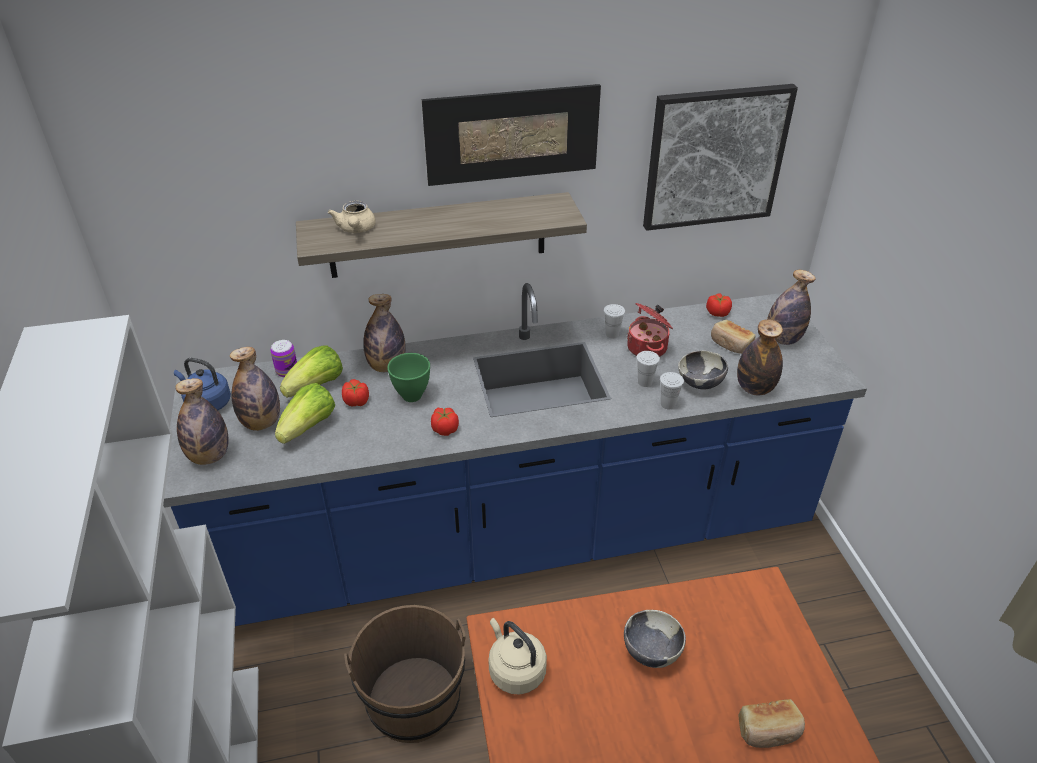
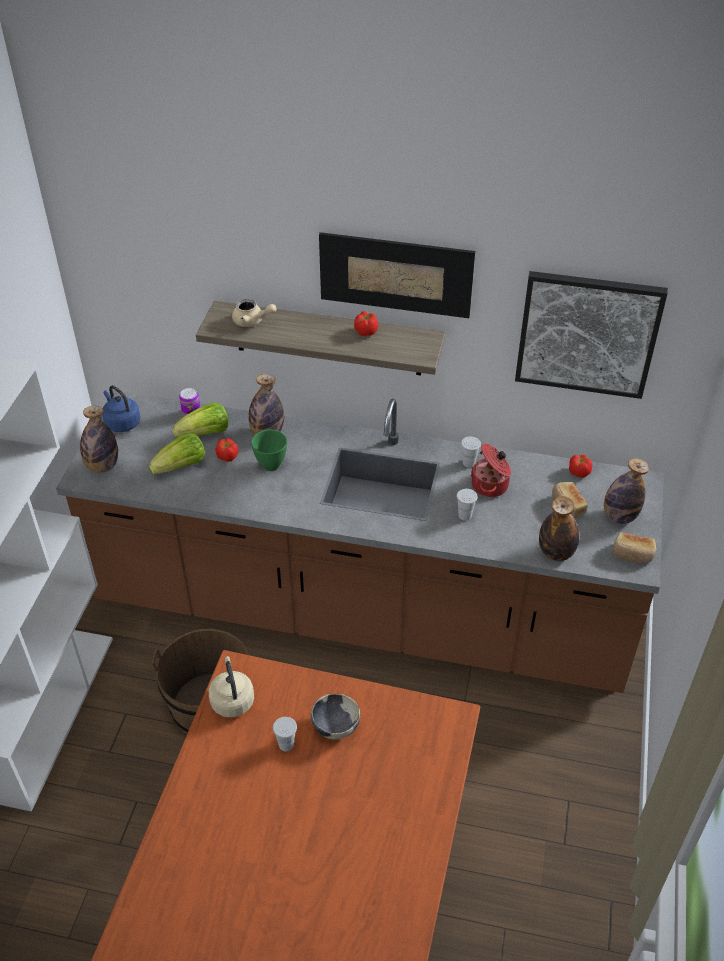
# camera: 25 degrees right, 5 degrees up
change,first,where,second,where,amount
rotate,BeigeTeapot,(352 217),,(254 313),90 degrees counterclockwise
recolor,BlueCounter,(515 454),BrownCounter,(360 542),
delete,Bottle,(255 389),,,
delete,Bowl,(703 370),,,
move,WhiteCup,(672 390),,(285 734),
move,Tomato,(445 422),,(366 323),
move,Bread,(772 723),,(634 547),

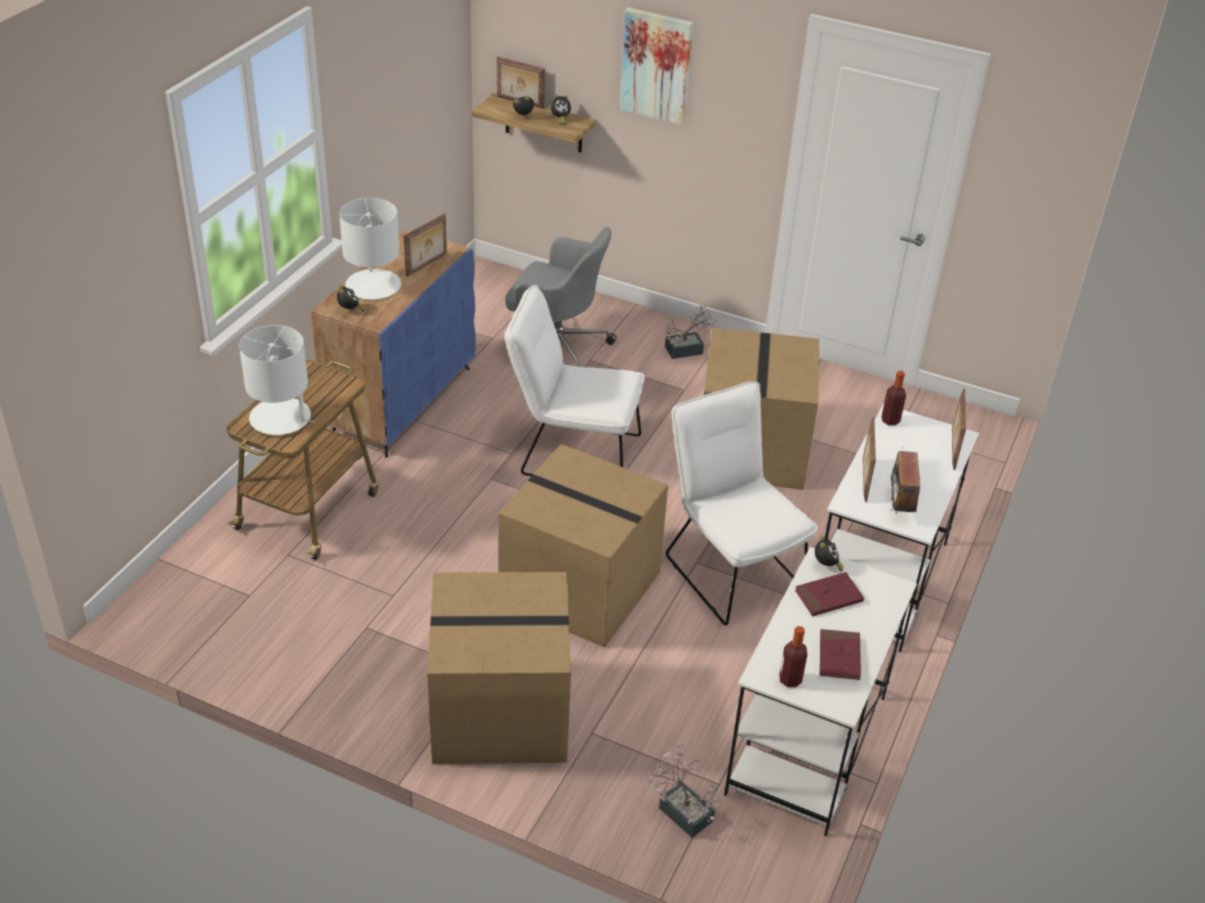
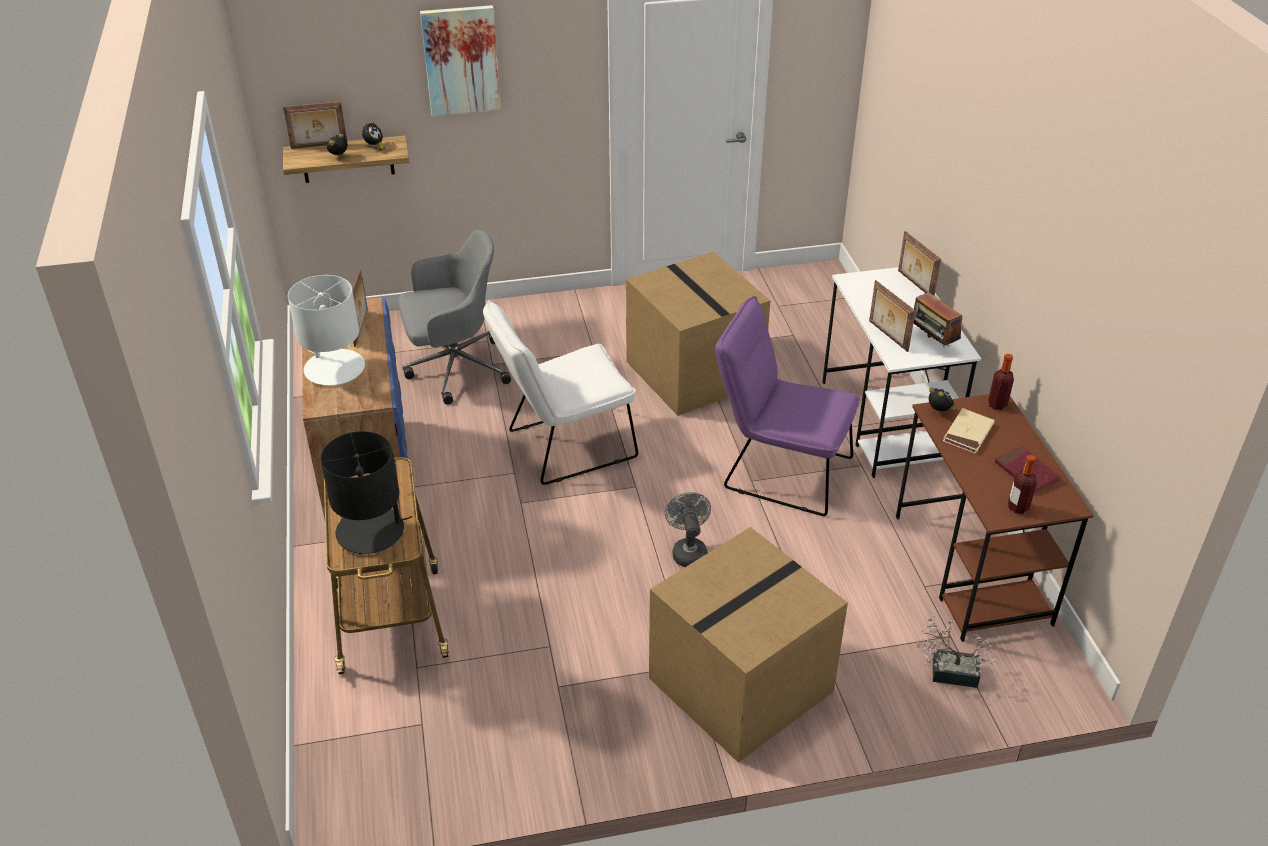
# camera: 35 degrees left, 0 degrees up
change,first,where,second,where,amount
delete,AlarmClock,(350 298),,,
delete,PottedPlant,(688 332),,,
recolor,WhiteTableLamp,(277 380),BlackTableLamp,(366 493),
move,Bottle,(893 398),,(1001 382),
recolor,WhiteChair,(742 503),PurpleChair,(787 406),
replace,CardboardBox,(583 546),GreyFan,(688 529),
recolor,WhiteDesk,(820 691),BrownDesk,(995 518),
recolor,RedBook,(829 594),BeigeBook,(969 431),

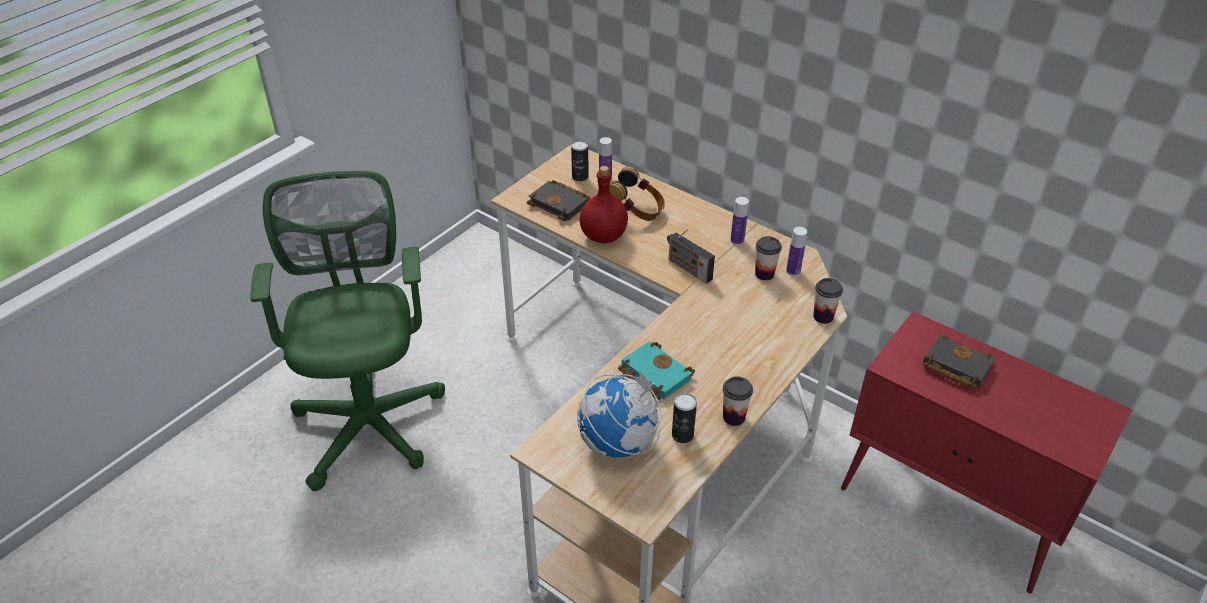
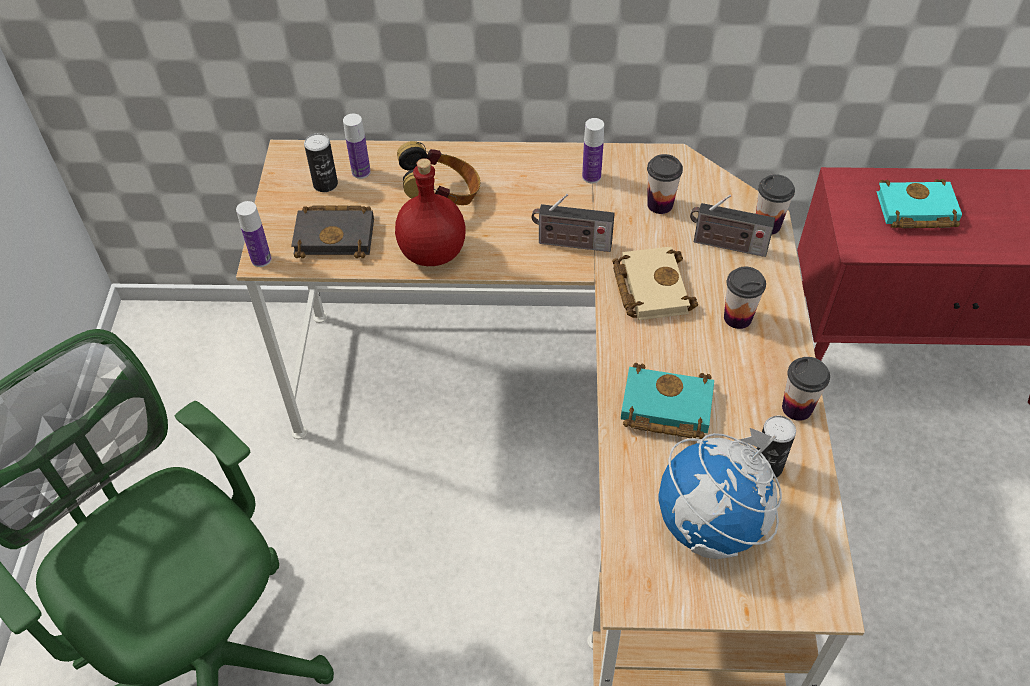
# camera: 35 degrees left, 10 degrees up
change,first,where,second,where,amount
move,Bottle,(796 251),,(254 234),
recolor,BlackBook,(959 362),TurquoiseBook,(919 203),
insert,,,Radio,(732 226),
insert,,,BeigeBook,(655 283),
insert,,,Cup,(745 298),

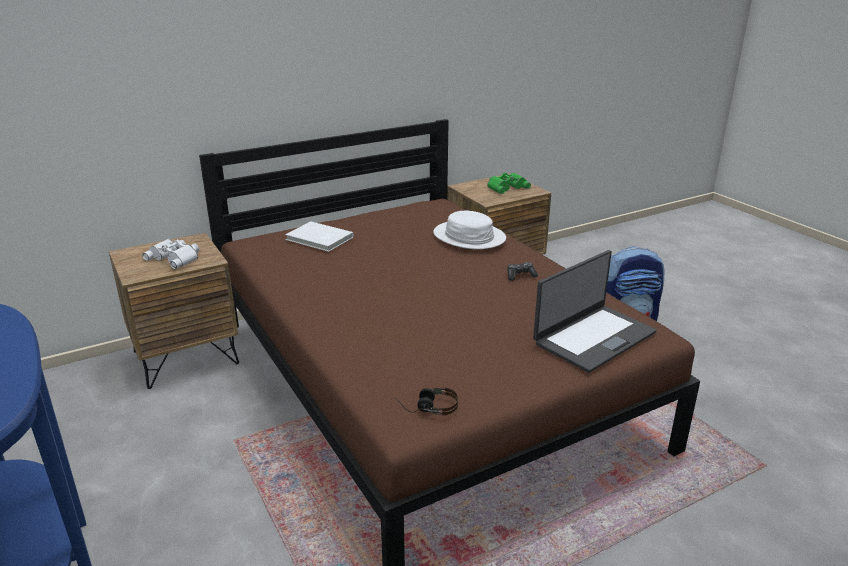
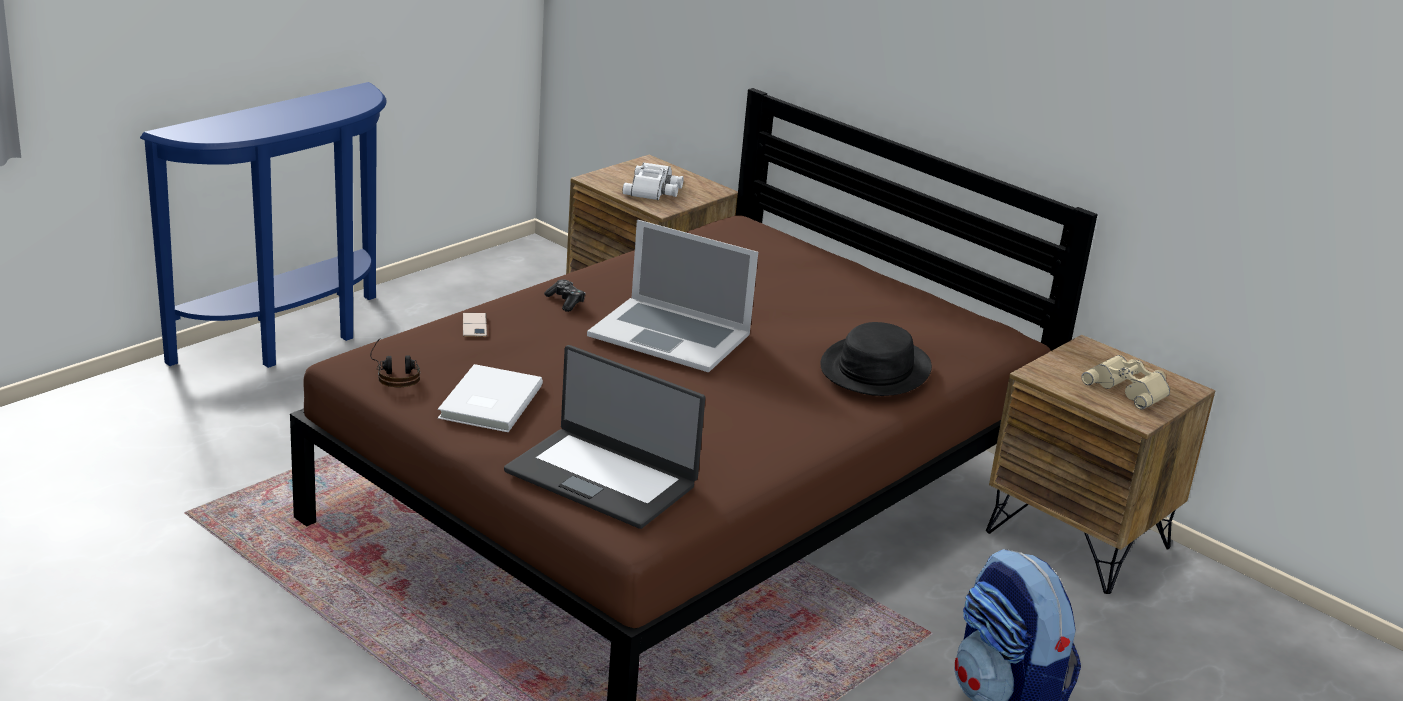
# camera: 70 degrees right, 0 degrees up
change,first,where,second,where,amount
recolor,GreenBinoculars,(509 183),BeigeBinoculars,(1125 382),
recolor,WhiteHat,(469 230),BlackHat,(876 359),
move,WhiteBook,(319 237),,(490 398),
move,GameController,(522 271),,(565 296),
insert,,,Laptop,(672 296),
insert,,,Phone,(475 325),

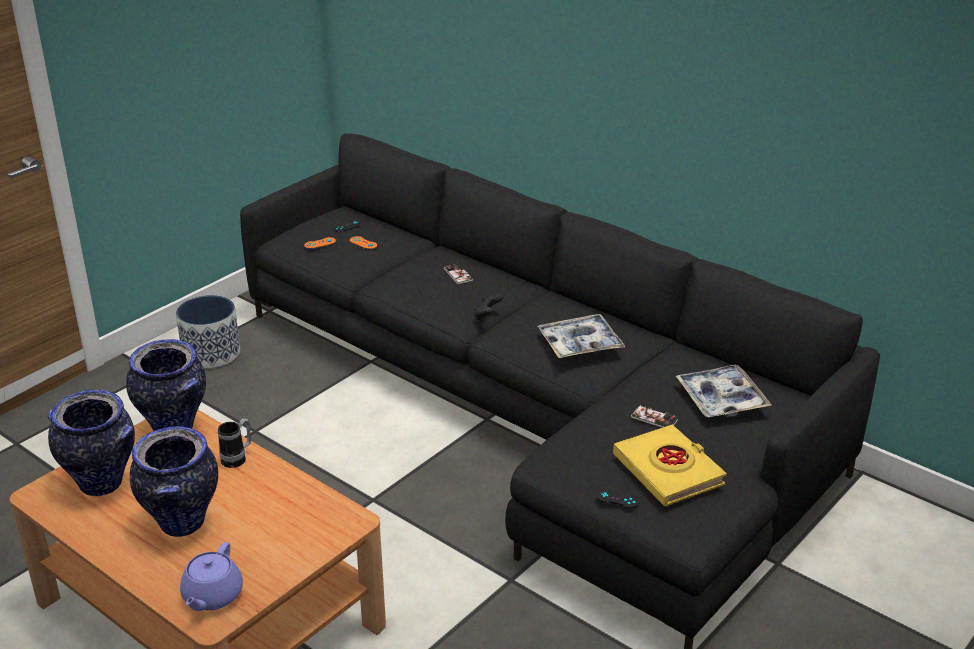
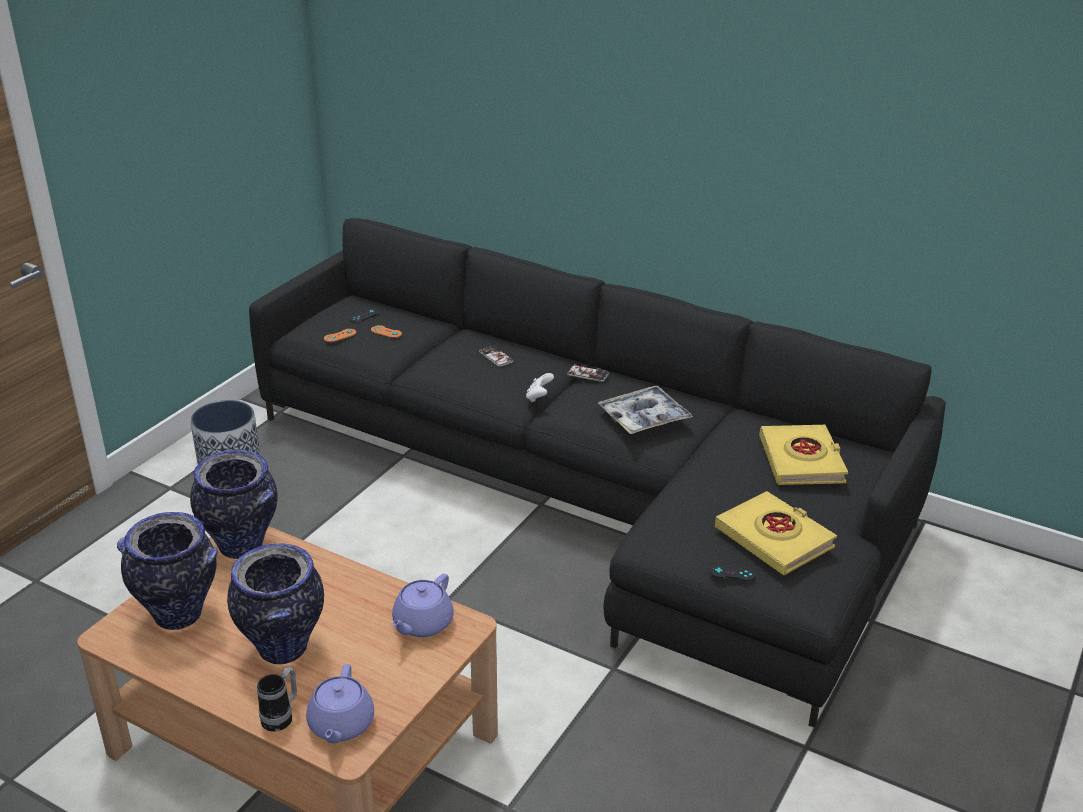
# camera: 10 degrees left, 0 degrees up
change,first,where,second,where,amount
recolor,BlackGameController,(488 307),WhiteGameController,(540 387),
replace,Tray,(723 391),YellowBook,(803 455),
move,Phone,(654 416),,(588 373),
move,Mug,(234 443),,(277 699),
insert,,,PurpleTeapot,(422 605),

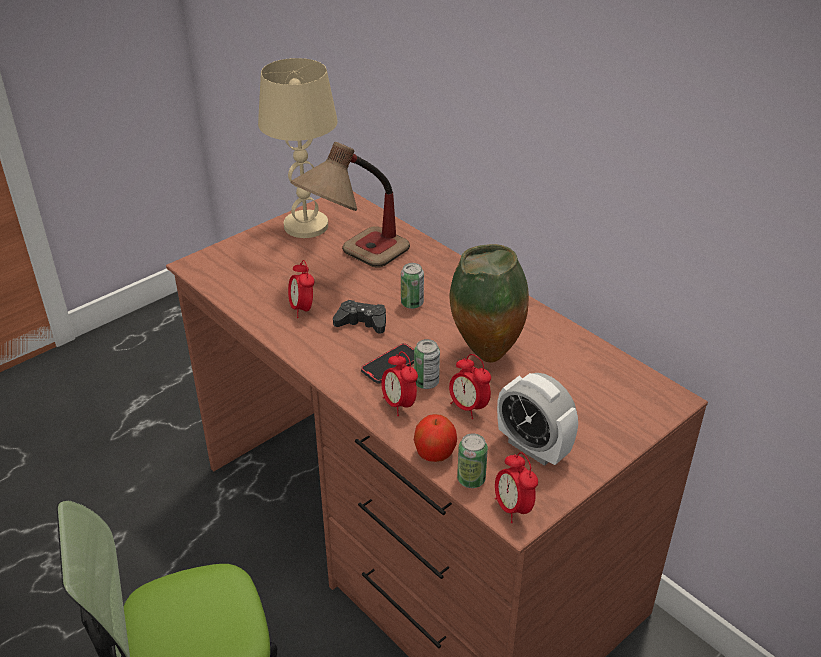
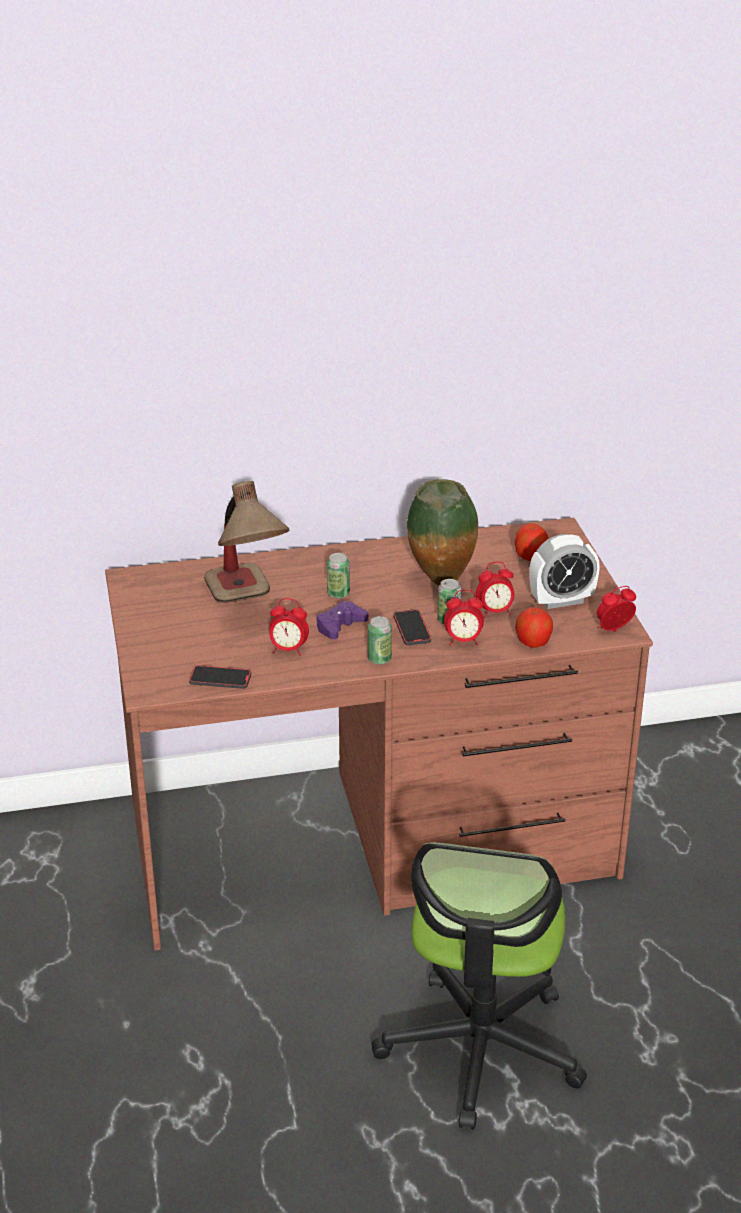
# camera: 60 degrees left, 5 degrees down
change,first,where,second,where,amount
delete,BeigeTableLamp,(297 148),,,
recolor,BlackGameController,(359 317),PurpleGameController,(342 620),
move,Can,(472 460),,(380 640),
rotate,AlarmClock,(516 487),,(616 609),150 degrees clockwise
insert,,,Apple,(531 542),
insert,,,Phone,(220 677),

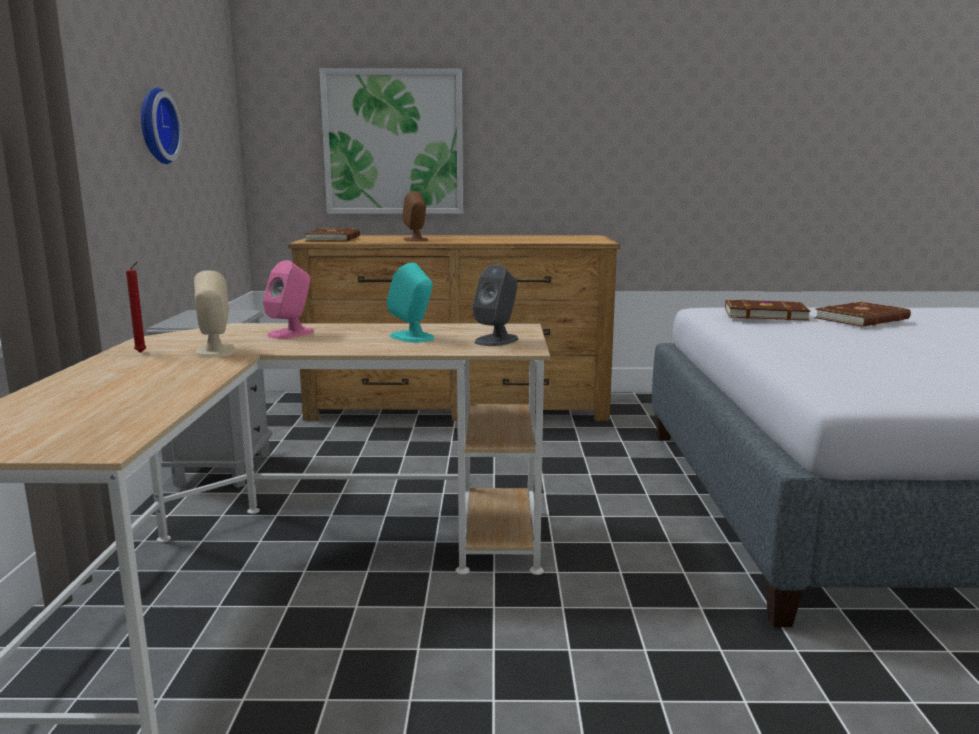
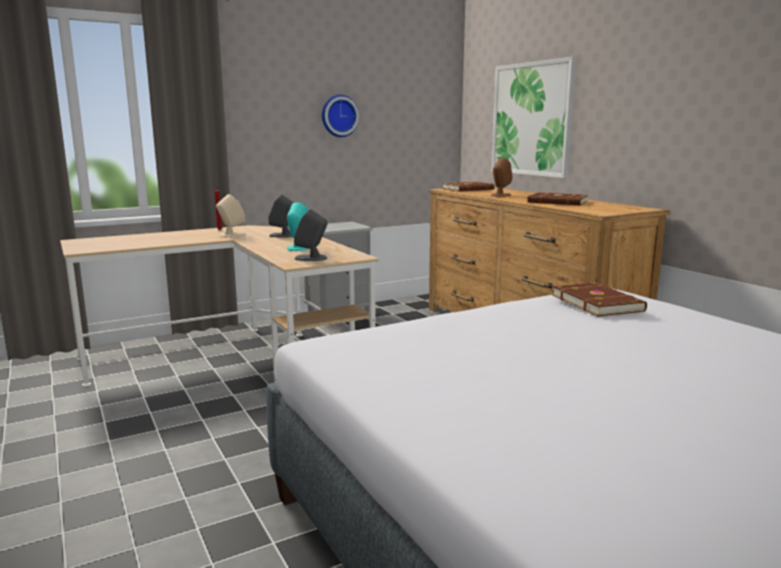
# camera: 60 degrees right, 0 degrees up
change,first,where,second,where,amount
recolor,PinkSpeaker,(288 299),GreySpeaker,(281 215),
move,BrownBook,(863 314),,(557 198),

